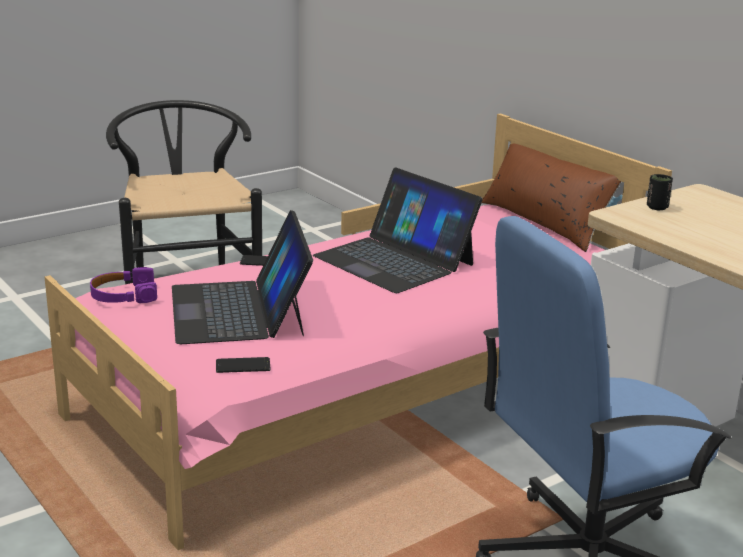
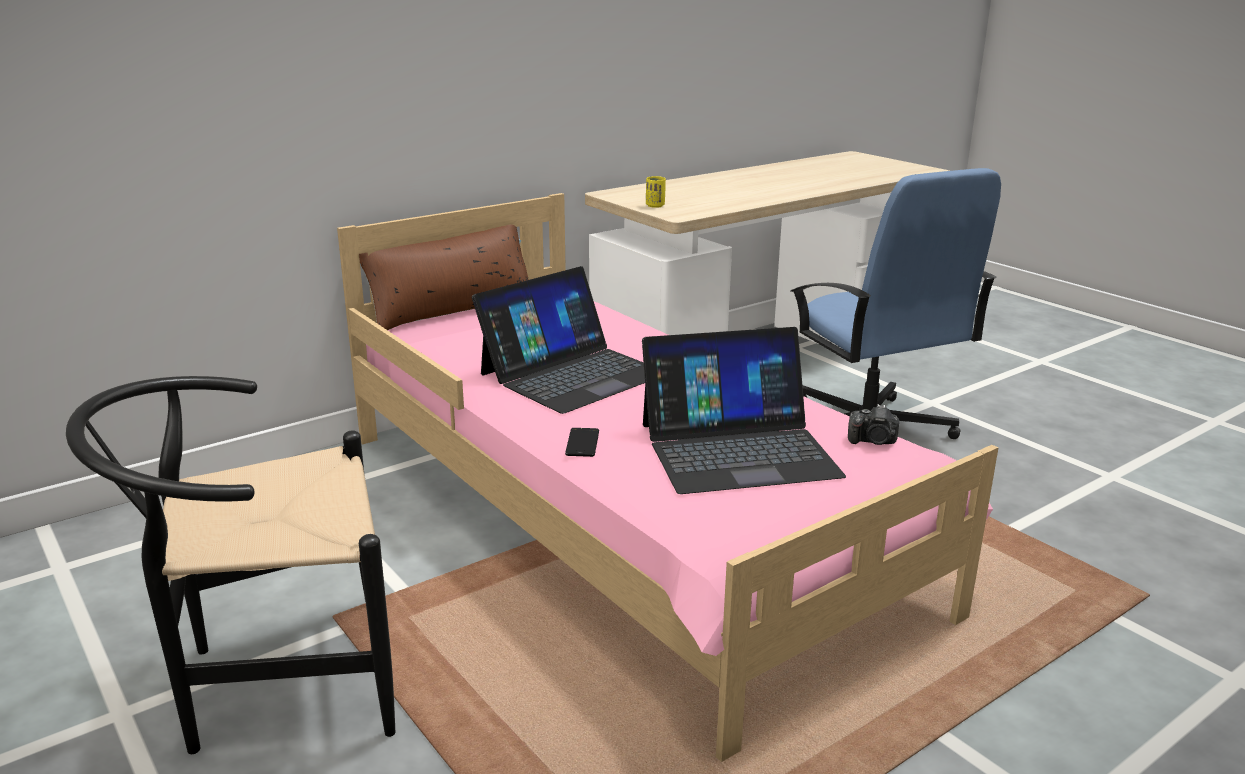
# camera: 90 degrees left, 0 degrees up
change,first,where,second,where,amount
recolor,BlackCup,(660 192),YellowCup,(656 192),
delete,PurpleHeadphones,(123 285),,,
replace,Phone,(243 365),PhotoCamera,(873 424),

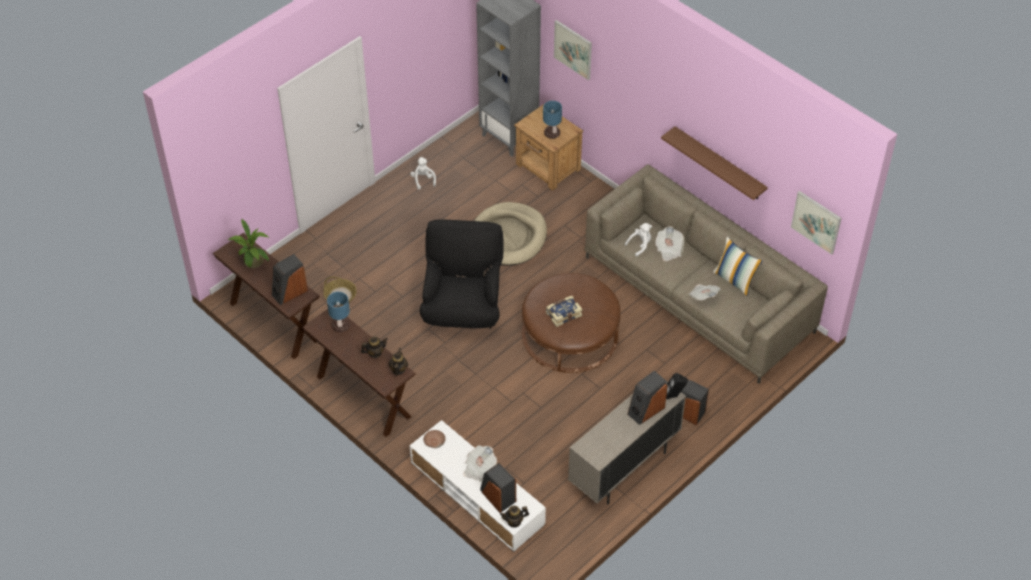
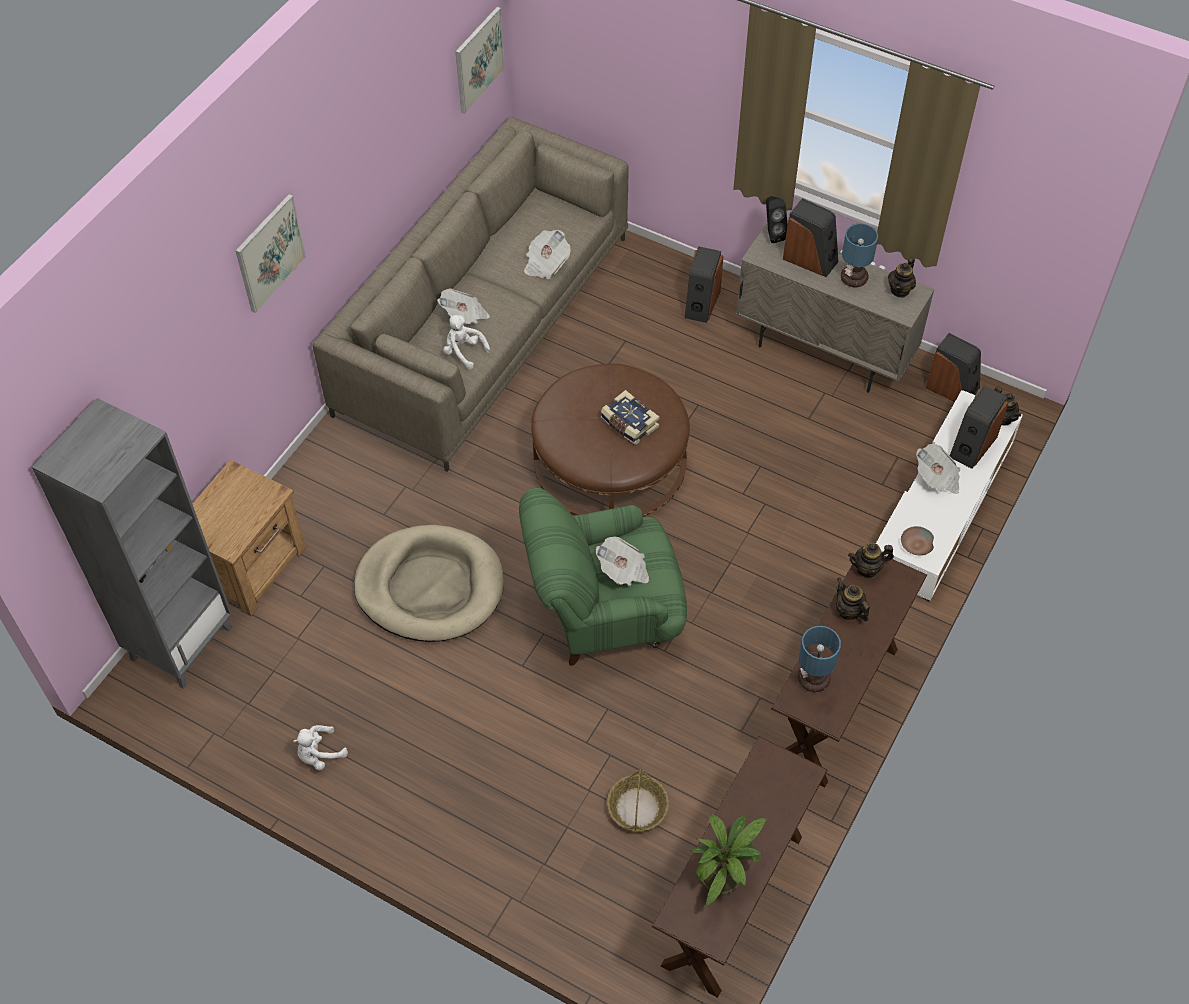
# camera: 105 degrees left, 5 degrees up
change,first,where,second,where,amount
move,Picture,(573 50),,(270 253),
move,TableLamp,(552 120),,(859 255),
delete,BrownShelf,(714 163),,,
recolor,BlackArmchair,(462 274),GreenArmchair,(603 577),
delete,Pillow,(738 266),,,
move,Speaker,(289 279),,(953 367),
insert,,,Teapot,(902 277),
insert,,,Newspaper,(622 561),

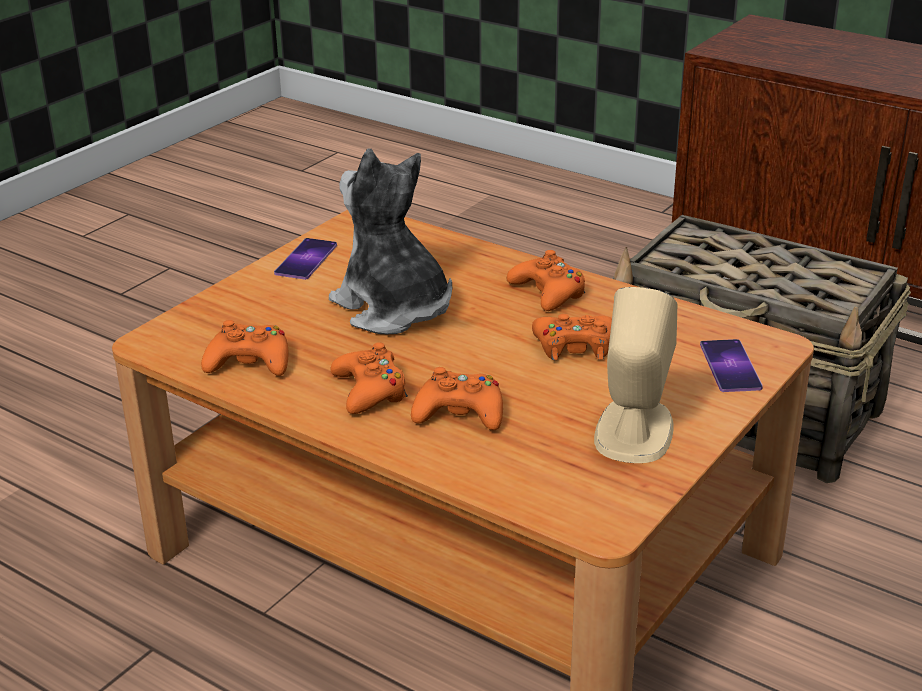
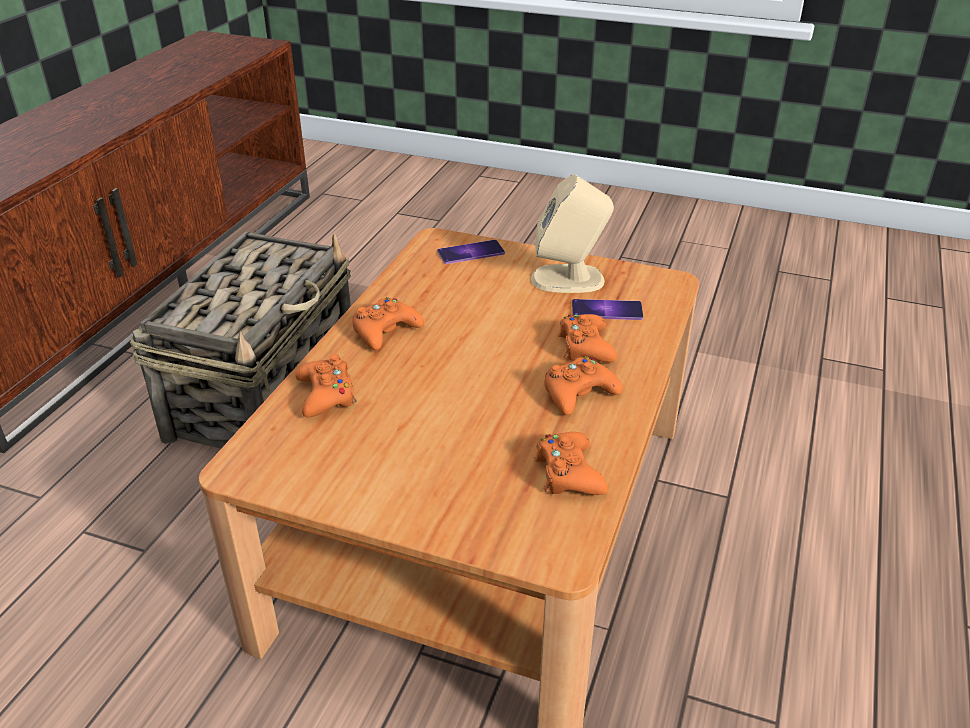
# camera: 105 degrees left, 5 degrees up
change,first,where,second,where,amount
delete,PlushToy,(390 241),,,
move,Phone,(305 259),,(607 309),
move,OrangeGameController,(572 337),,(326 386),

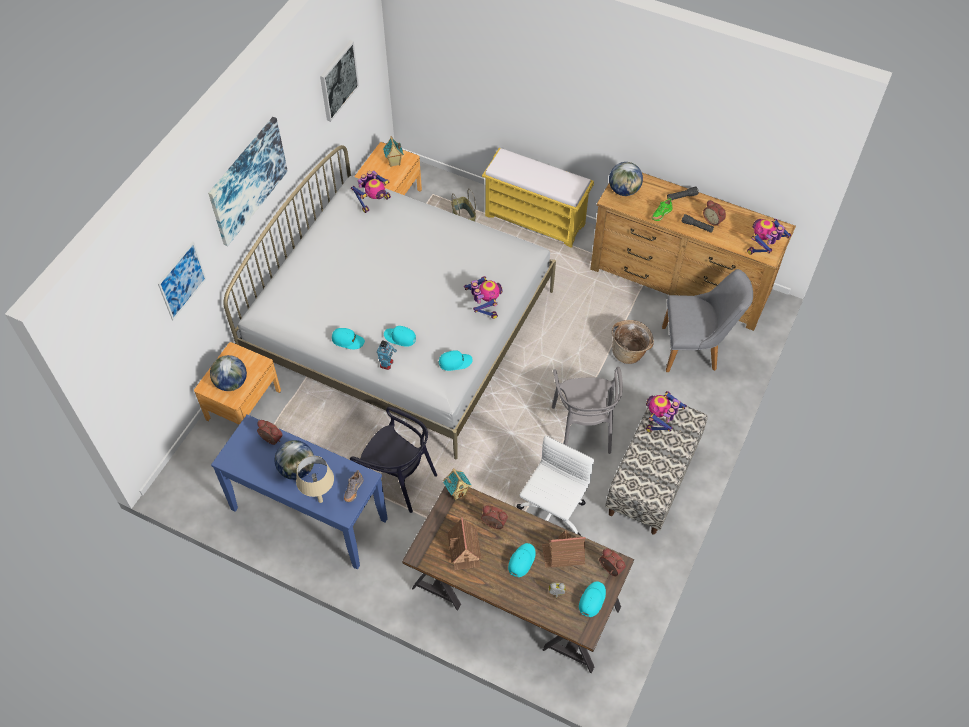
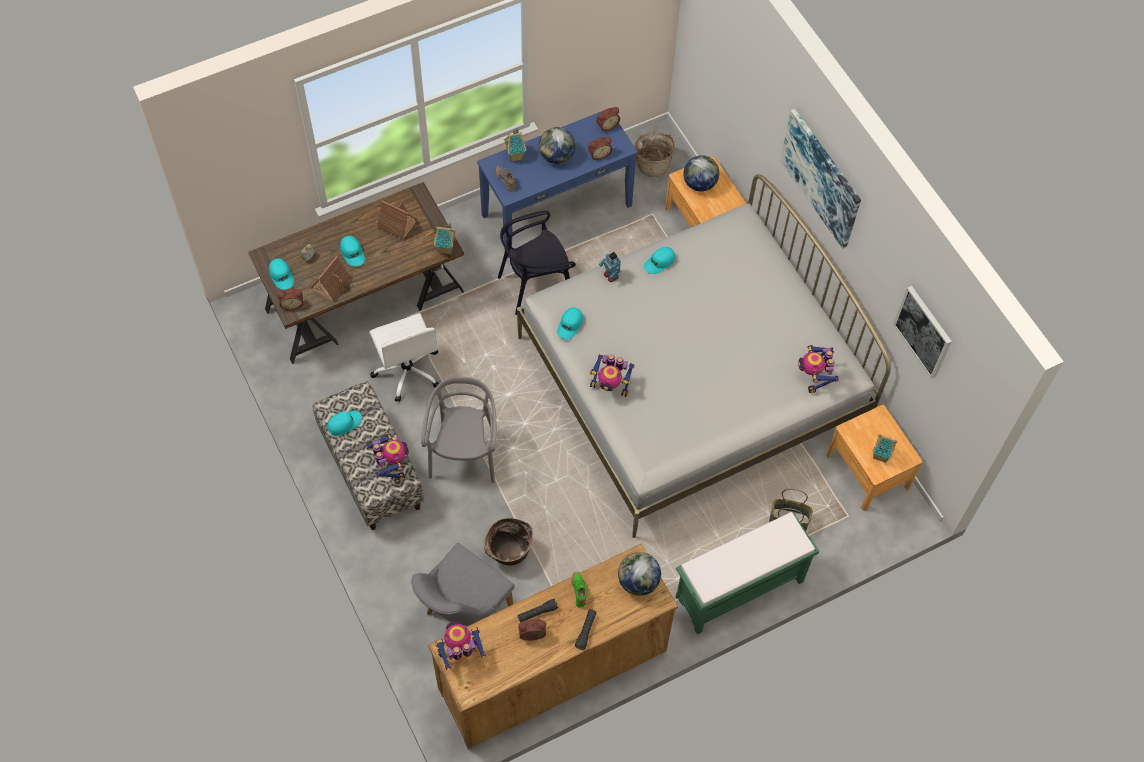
# camera: 125 degrees right, 5 degrees up
change,first,where,second,where,amount
recolor,YellowBench,(538 198),GreenBench,(747 573),
rotate,ToyRobot,(769 237),,(460 645),105 degrees counterclockwise
delete,Picture,(182 280),,,
move,TurquoiseCap,(400 336),,(344 423),
rotate,GreyChair,(587 410),,(458 430),60 degrees clockwise
replace,BeigeTableLamp,(315 479),ToyHouse,(515 146),
move,AlarmClock,(494 517),,(608 119),
insert,,,Basket,(654 154),

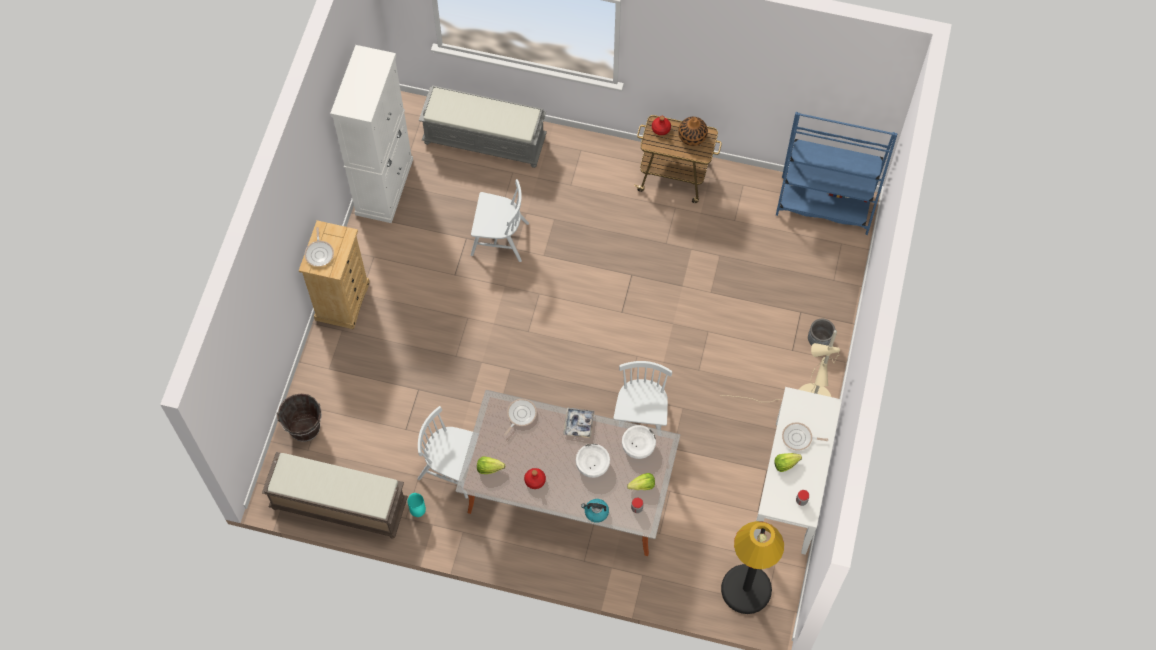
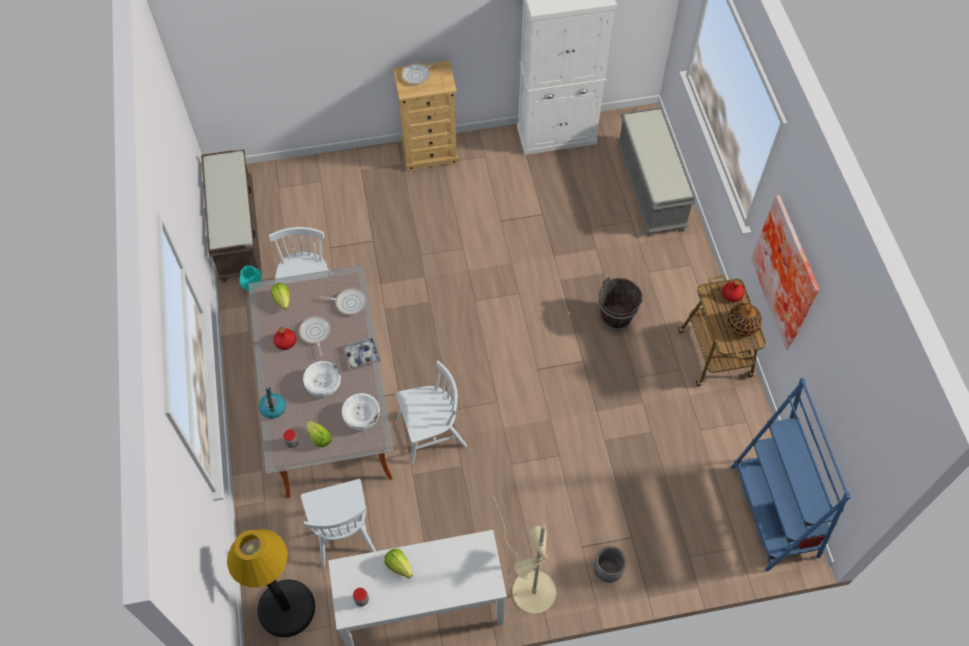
# camera: 65 degrees right, 5 degrees down
change,first,where,second,where,amount
move,WhiteChair,(500 220),,(338 523),
move,BrownBucket,(299 418),,(620 303),
move,FryingPan,(805 436),,(315 336),
insert,,,Picture,(785 272),

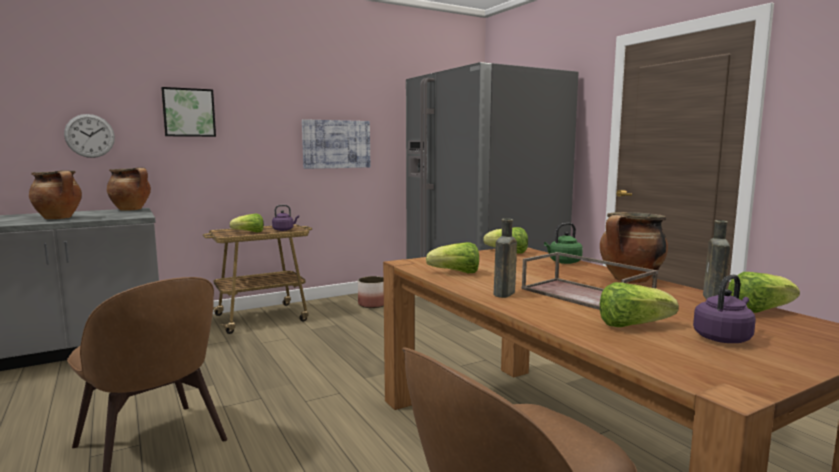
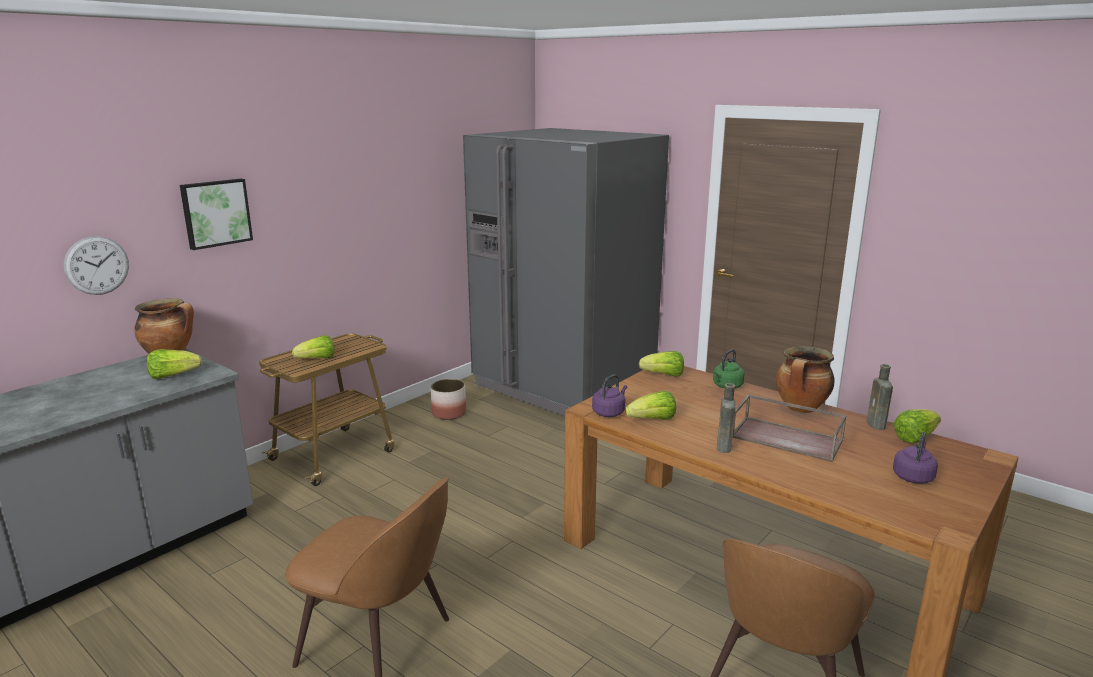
# camera: 20 degrees left, 10 degrees up
change,first,where,second,where,amount
delete,Picture,(336 144),,,
delete,CookingPot,(55 194),,,
move,PurpleKettle,(285 218),,(609 395),
move,Lettuce,(639 304),,(174 364),

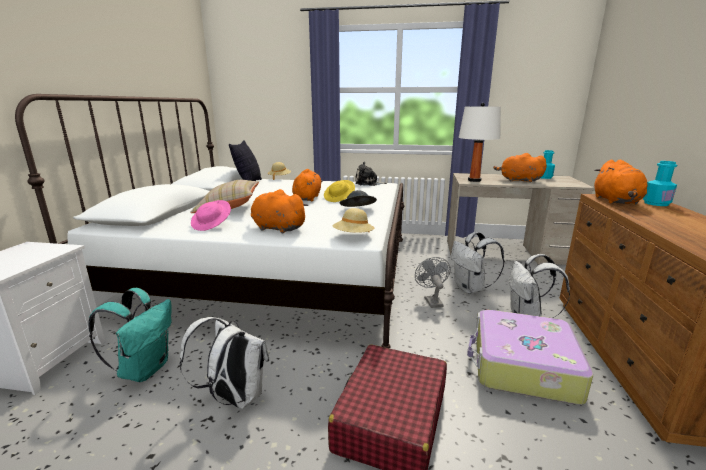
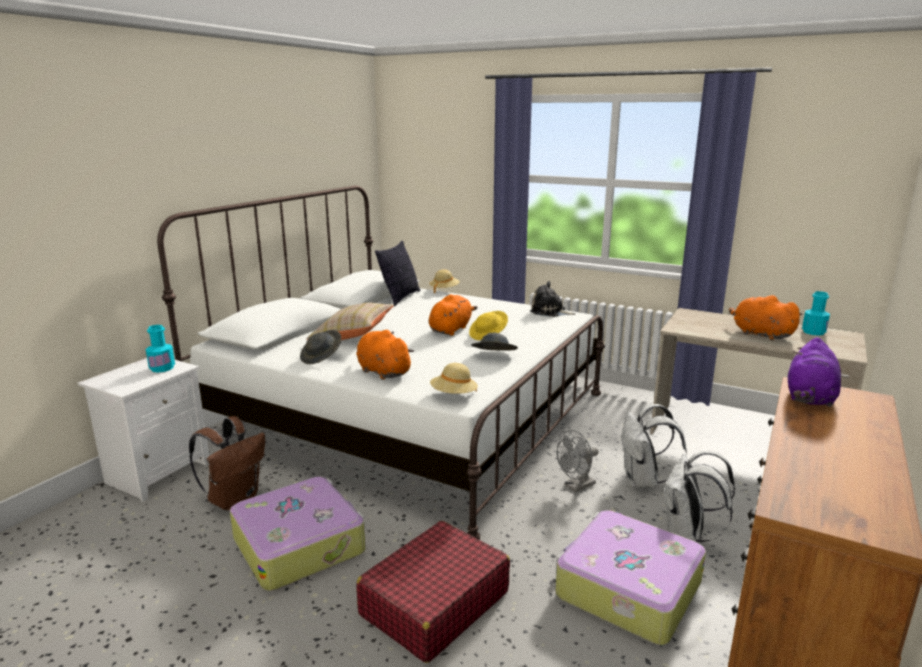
# camera: 20 degrees right, 0 degrees up
change,first,where,second,where,amount
delete,WhiteTableLamp,(480 142),,,
recolor,OrangePlushToy,(621 182),PurplePlushToy,(814 372),
move,TurquoiseBottle,(660 183),,(160 348),
recolor,PinkHat,(211 215),GreyHat,(320 347),
rotate,GreyFan,(433 282),,(577 461),135 degrees counterclockwise
recolor,TurquoiseBackpack,(130 335),BrownBackpack,(227 463),
replace,WhiteBackpack,(224 363),Suitcase,(297 534),

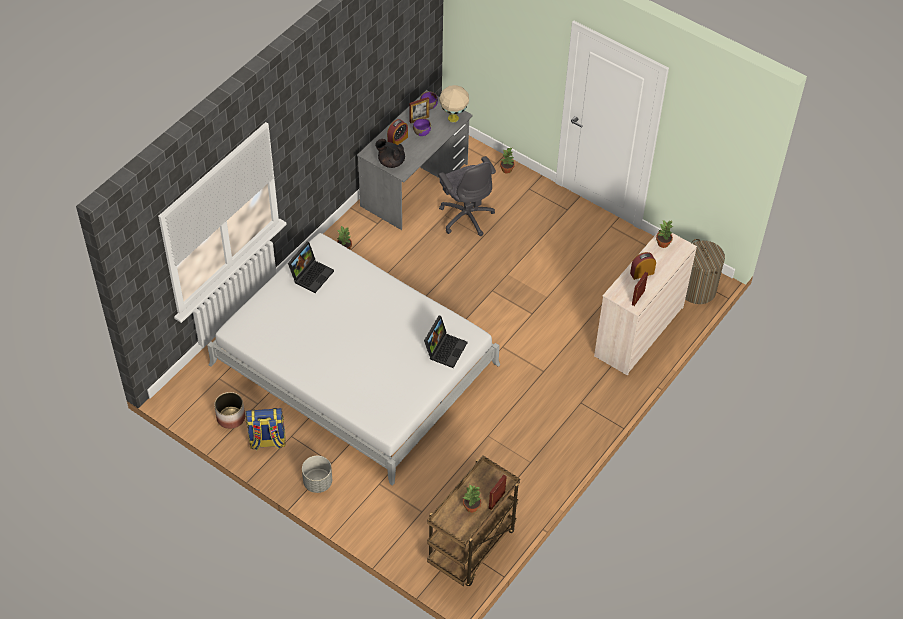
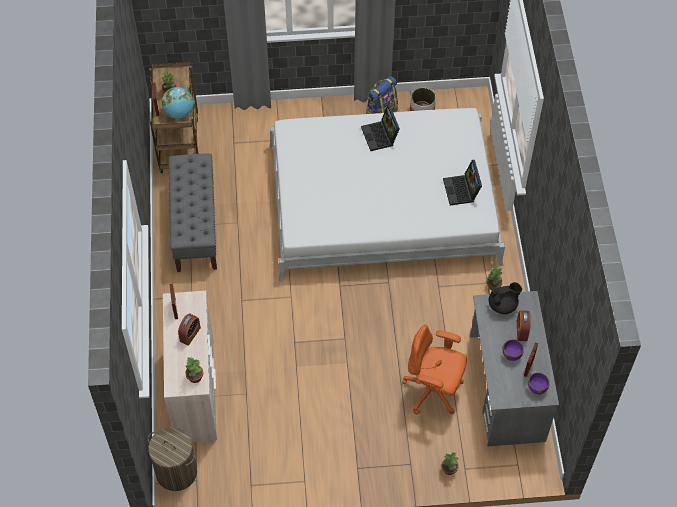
# camera: 140 degrees right, 5 degrees up
change,first,where,second,where,amount
delete,BeigeTableLamp,(454 103),,,
recolor,GreyOfficeChair,(467 196),OrangeOfficeChair,(434 370),
move,Laptop,(445 342),,(380 128),
delete,GreyPlanter,(317 474),,,
insert,,,Globe,(178 103),
insert,,,GreyBench,(193 213),

